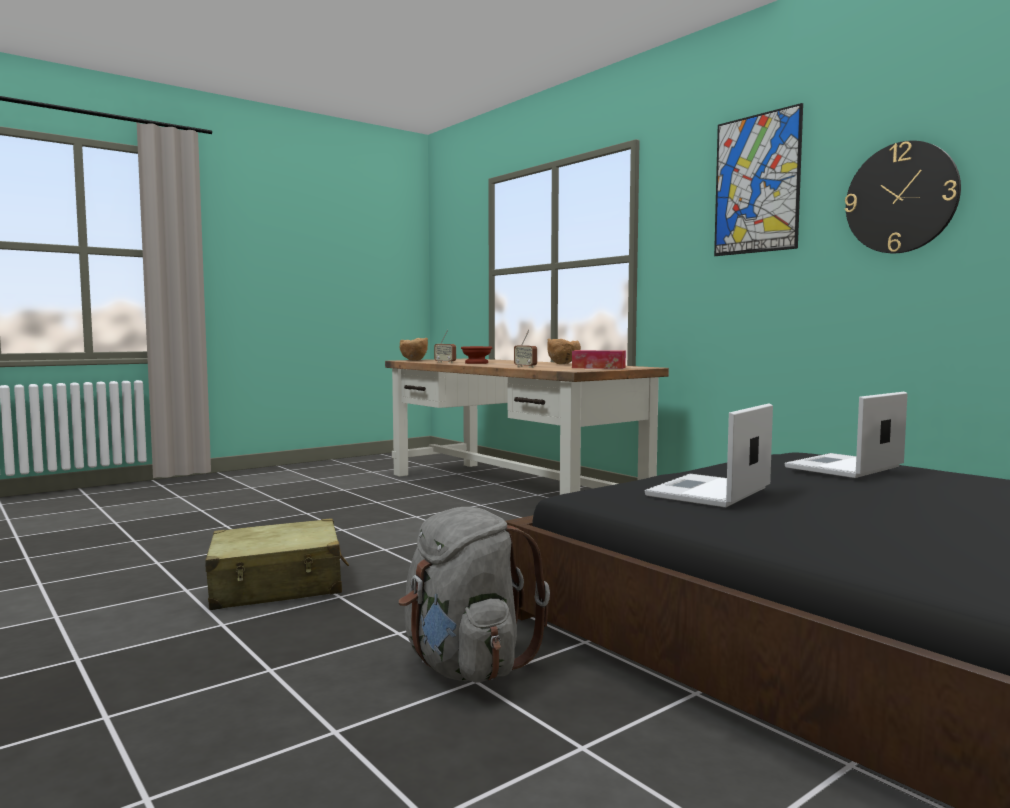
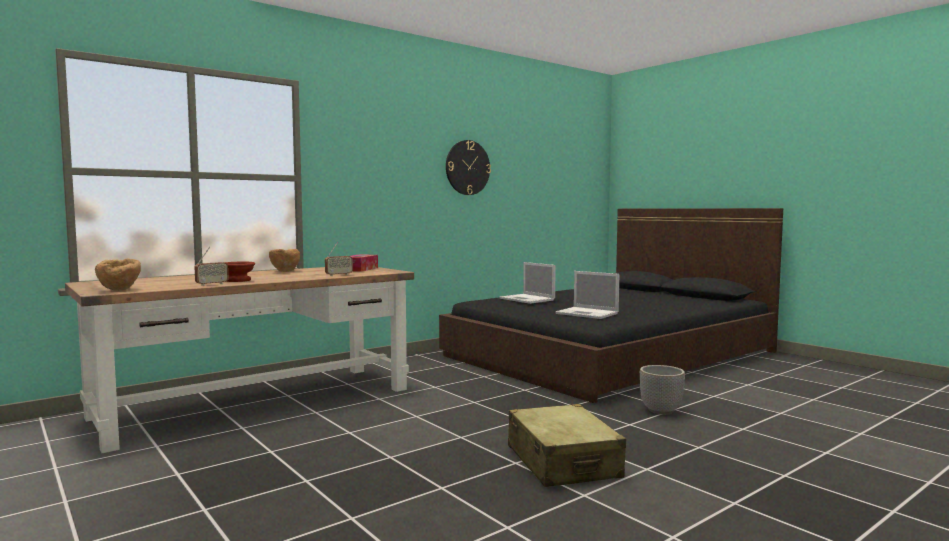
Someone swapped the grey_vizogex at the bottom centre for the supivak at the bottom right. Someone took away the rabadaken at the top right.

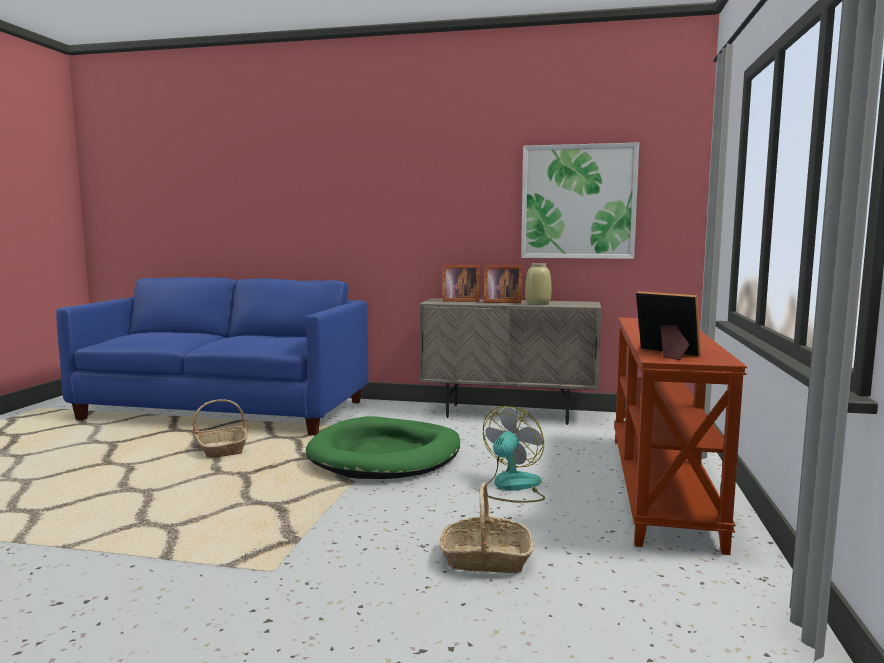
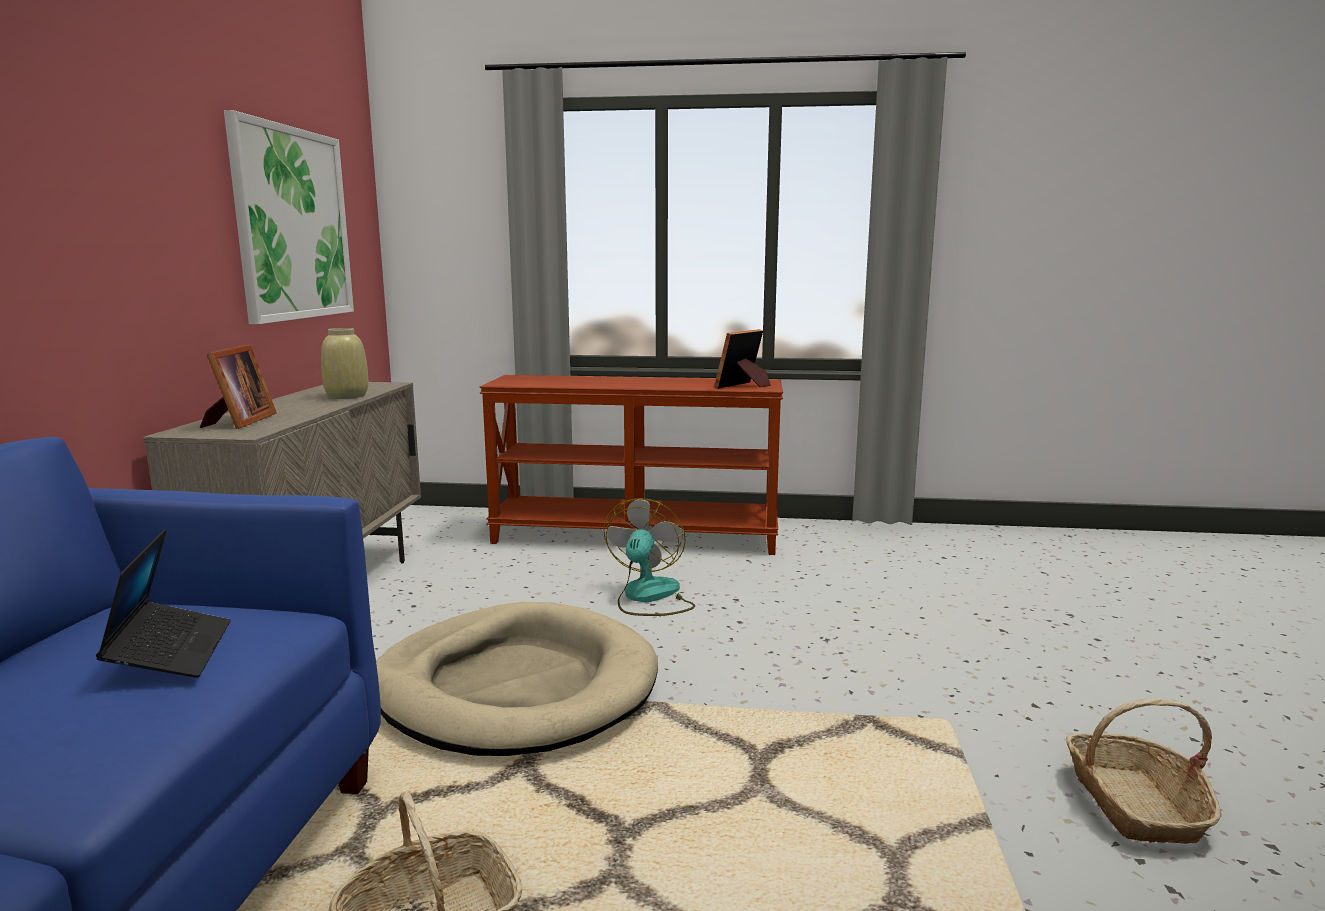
Someone put down the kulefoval at the middle left. Someone repainted the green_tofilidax at the bottom centre, which became the beige_tofilidax at the bottom centre. Someone rotated the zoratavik at the bottom centre by 75 degrees clockwise. Someone carried the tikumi (no. 2 from left) from the bottom centre to the bottom right. Someone took away the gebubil (no. 2 from left) at the centre.

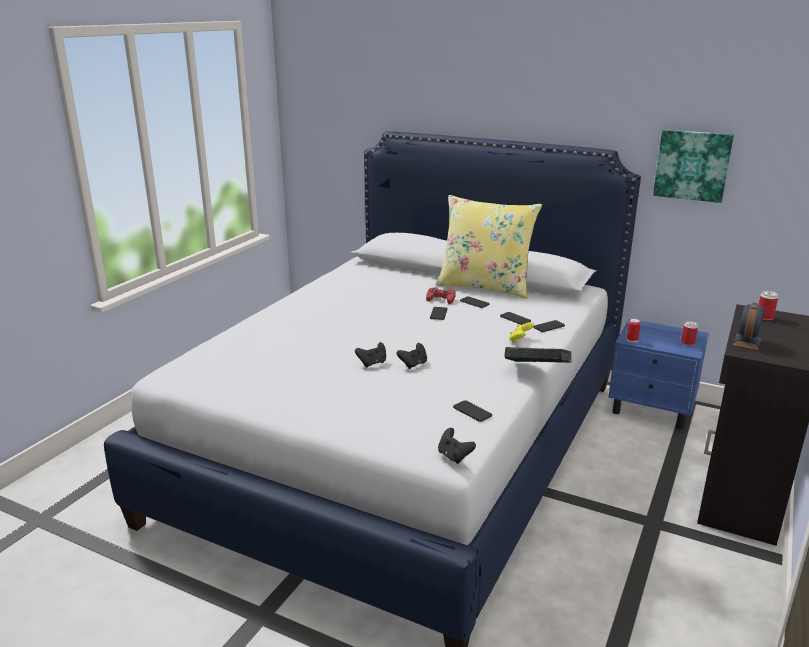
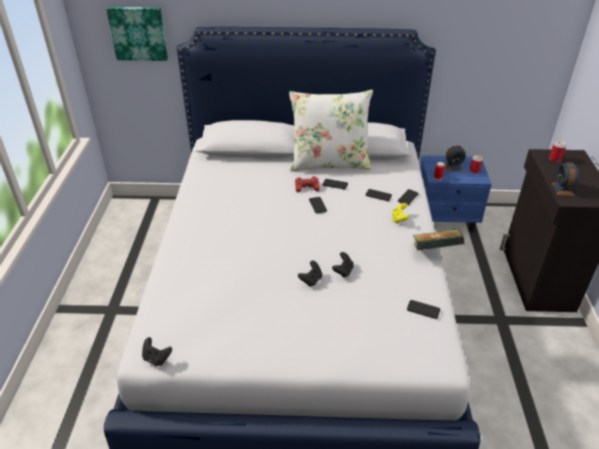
Someone carried the rabadaken from the top right to the top left. Someone carried the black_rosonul (no. 3 from left in the first image) from the bottom centre to the bottom left. Someone repainted the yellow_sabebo at the centre, which became the white_sabebo at the top centre. Someone put down the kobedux (no. 1 from left) at the middle right.

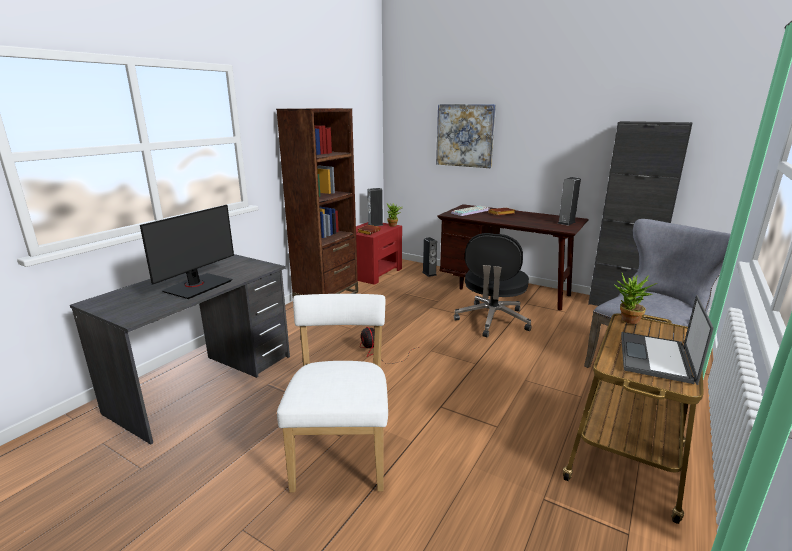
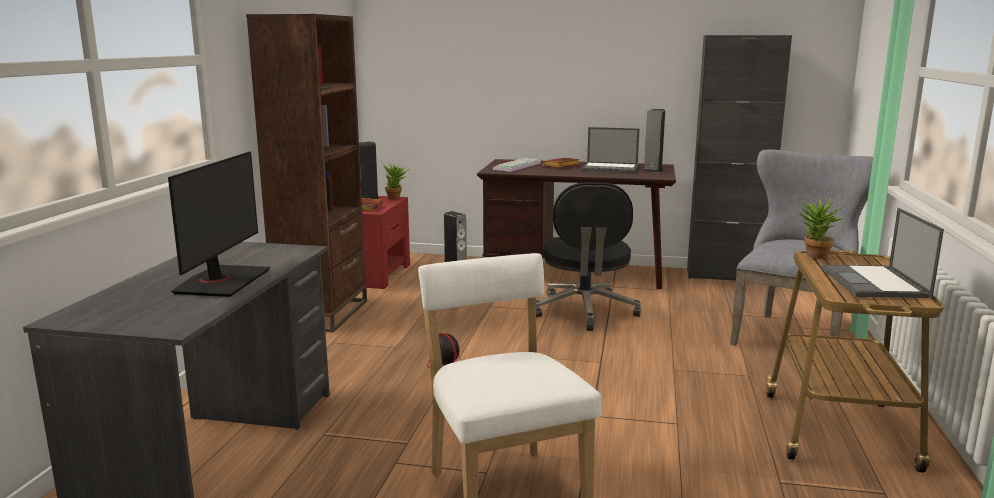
Someone put down the kulefoval (no. 1 from left) at the top centre. Someone took away the rabadaken at the top centre.

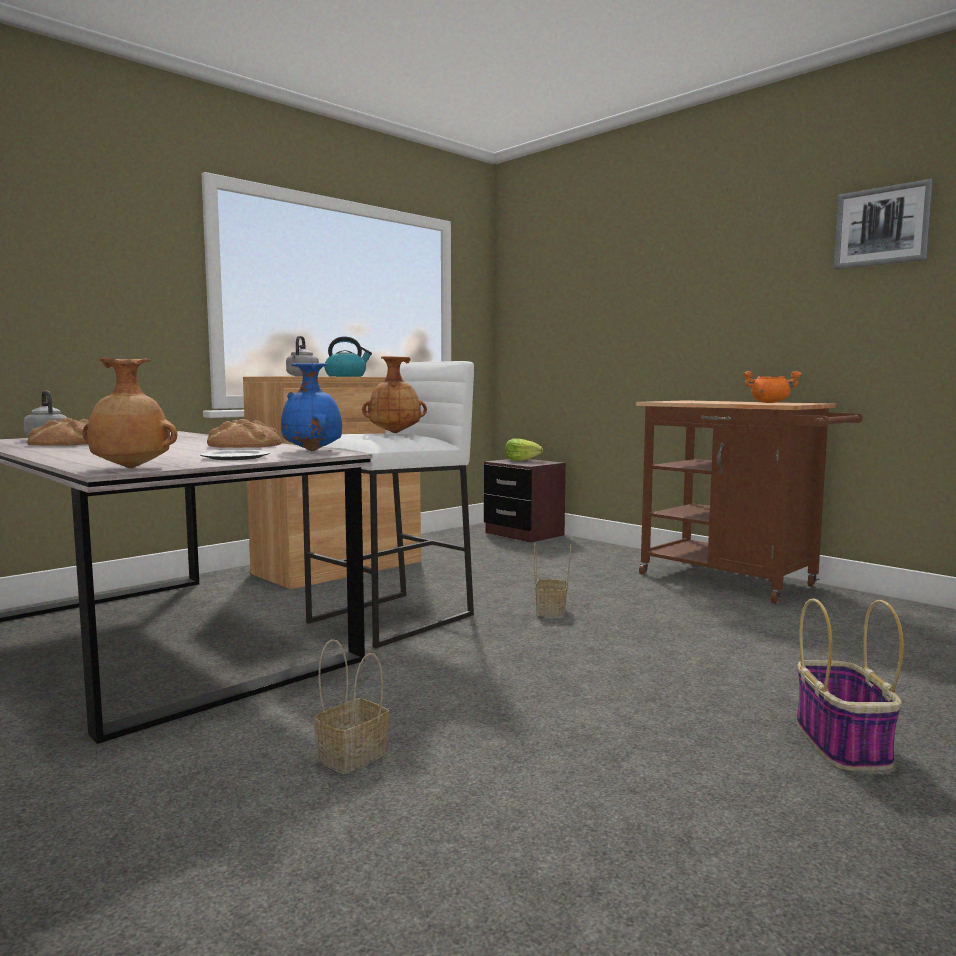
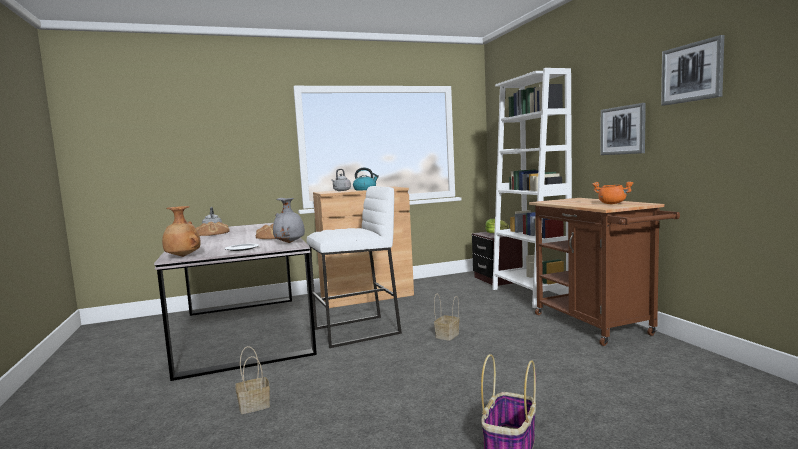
Someone repainted the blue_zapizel at the middle left, which became the grey_zapizel at the centre. Someone put down the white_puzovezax at the middle right. Someone put up the rabadaken (no. 1 from left) at the top right. Someone took away the brown_zapizel (no. 2 from left) at the centre.

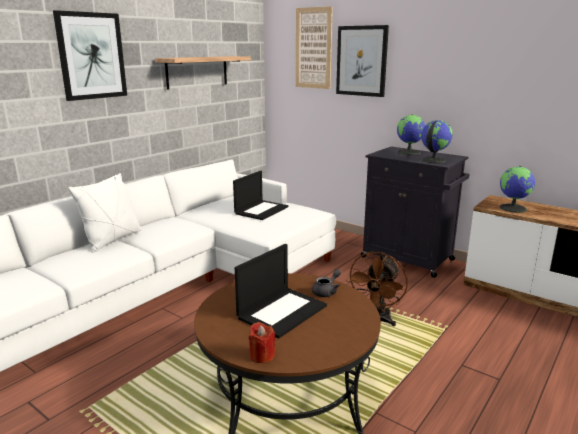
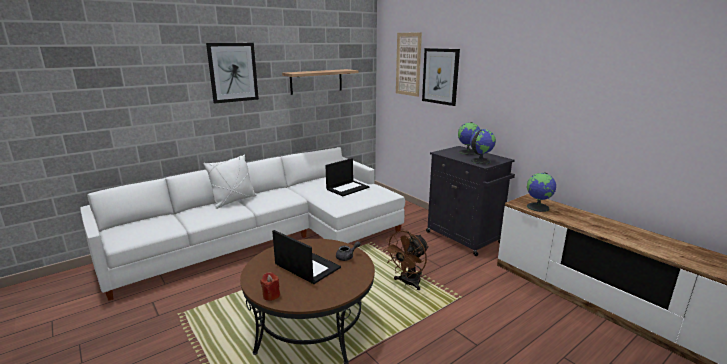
Someone rotated the kulefoval (no. 2 from left in the first image) at the bottom centre by 105 degrees counterclockwise.

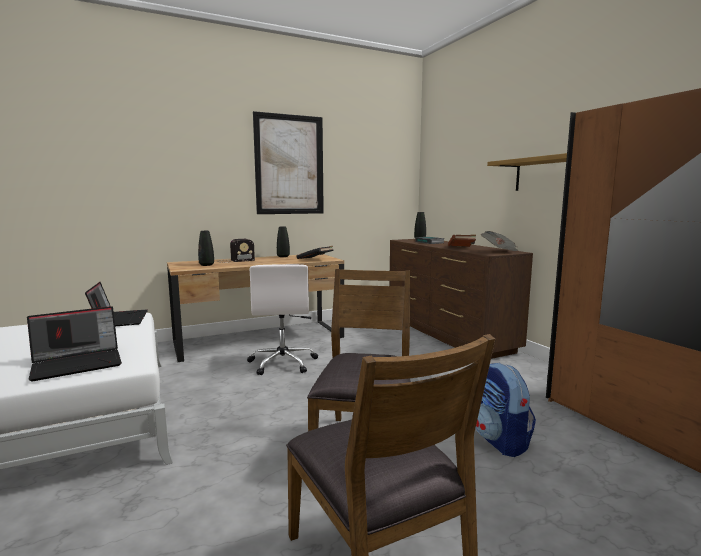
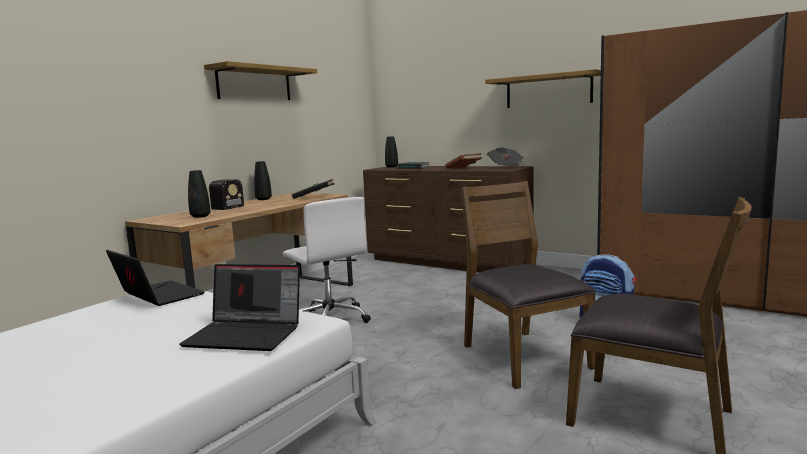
Someone rotated the kulefoval (no. 1 from left in the first image) at the middle left by 75 degrees clockwise. Someone swapped the rabadaken at the top centre for the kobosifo (no. 1 from left) at the top left.

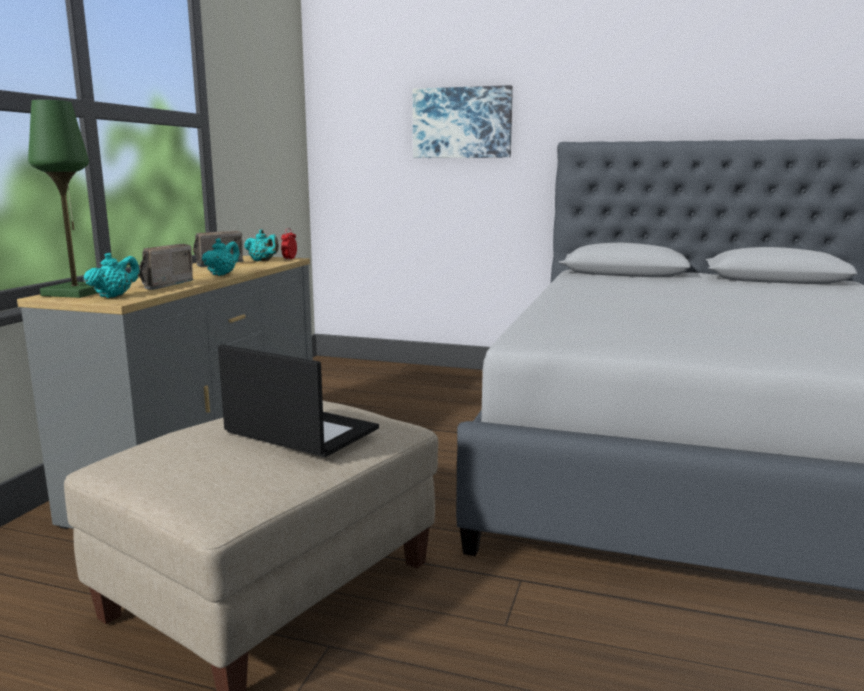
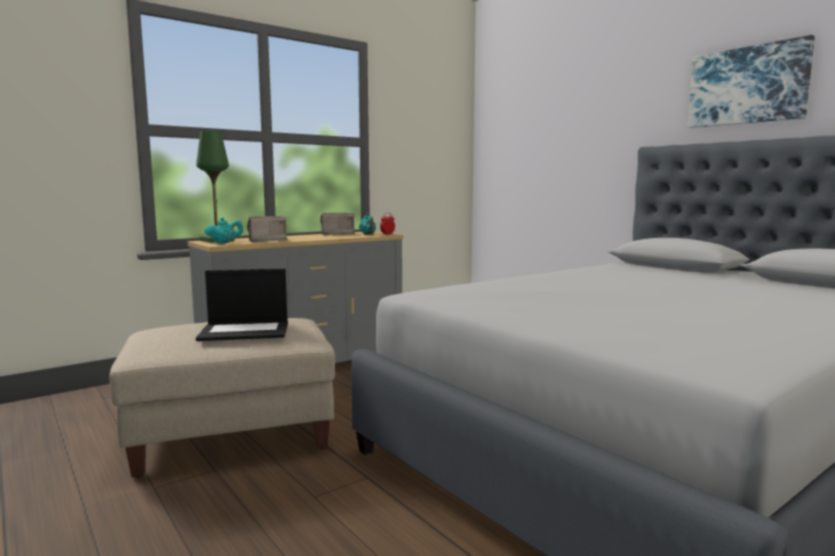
Someone rotated the kulefoval at the centre by 105 degrees clockwise. Someone carried the rabadaken from the top centre to the top right. Someone took away the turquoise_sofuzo (no. 2 from left) at the middle left.

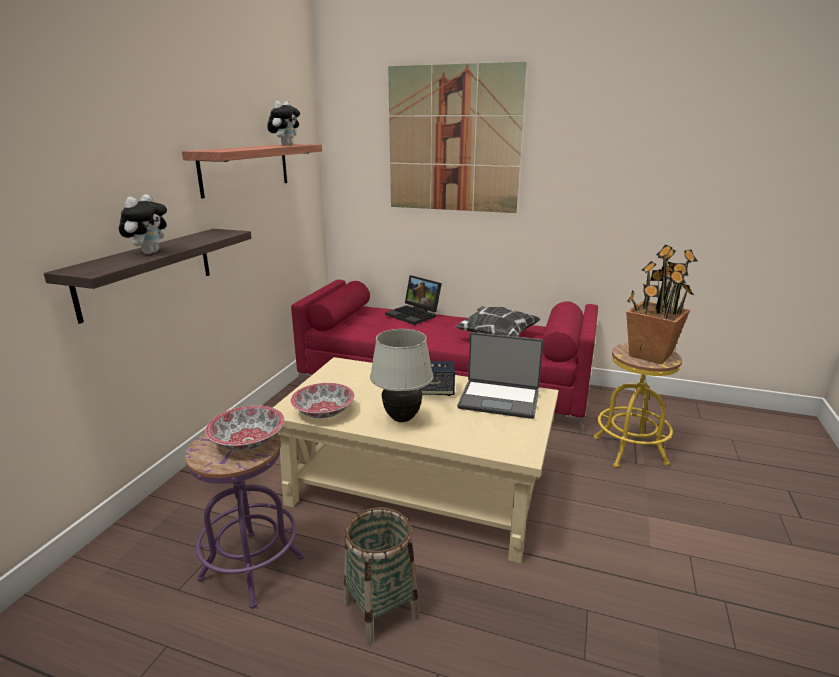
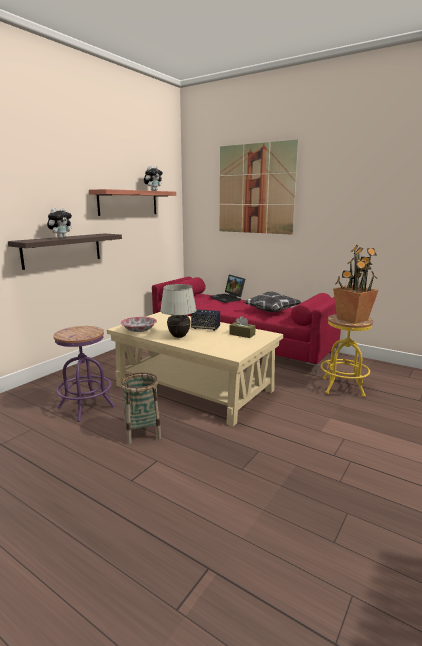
Someone swapped the kulefoval (no. 2 from left) at the centre for the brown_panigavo at the centre. Someone took away the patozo (no. 1 from left) at the middle left.

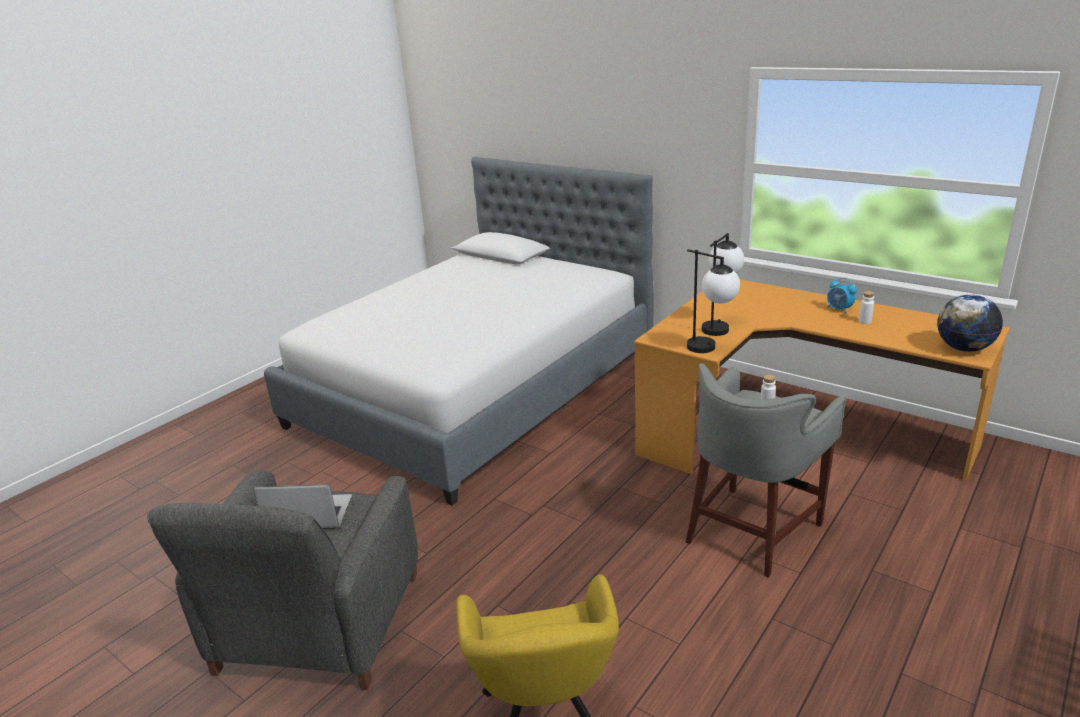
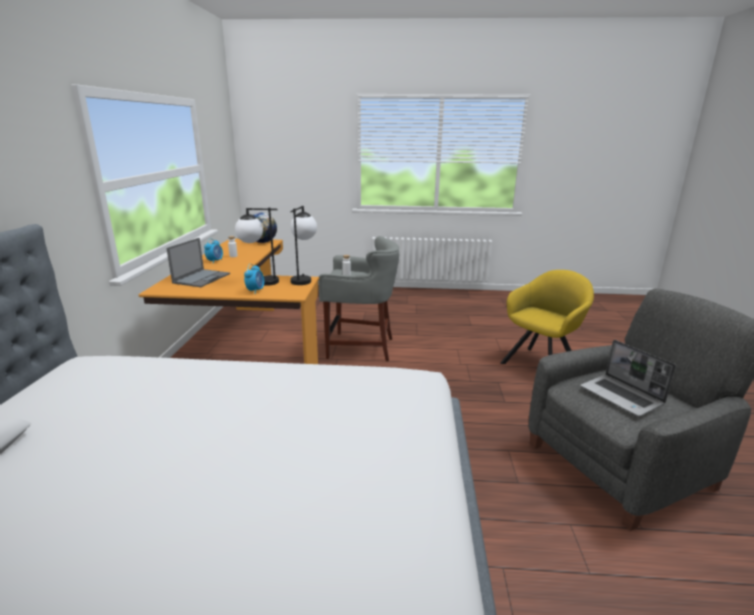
Someone put down the kulefoval (no. 1 from left) at the middle left. Someone put down the kobedux (no. 2 from left) at the centre.

